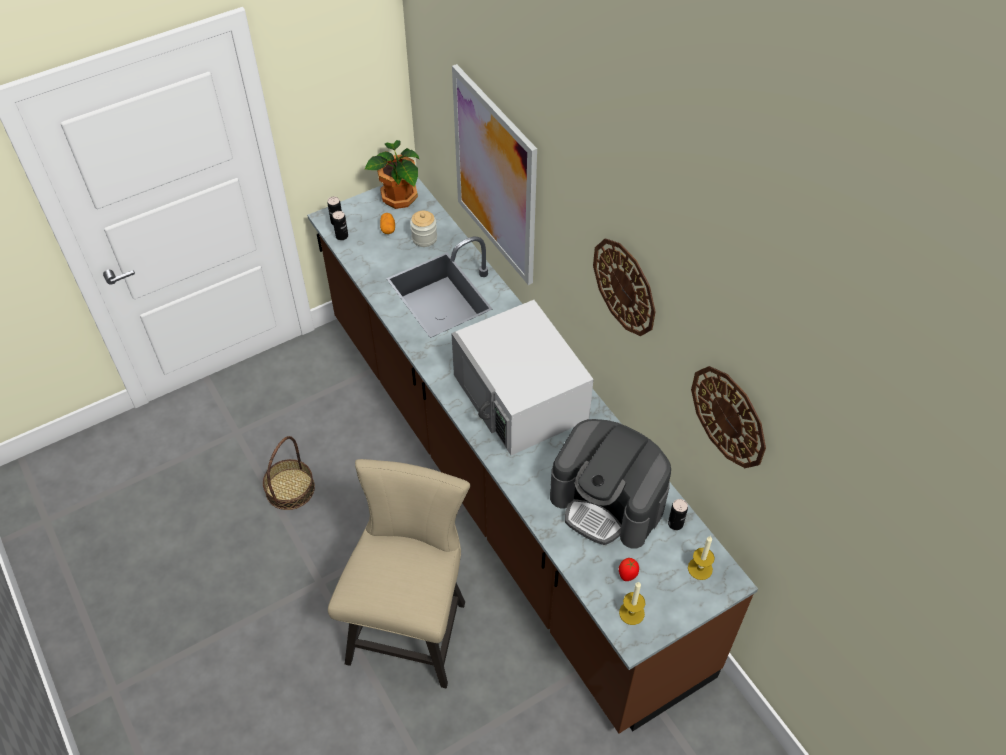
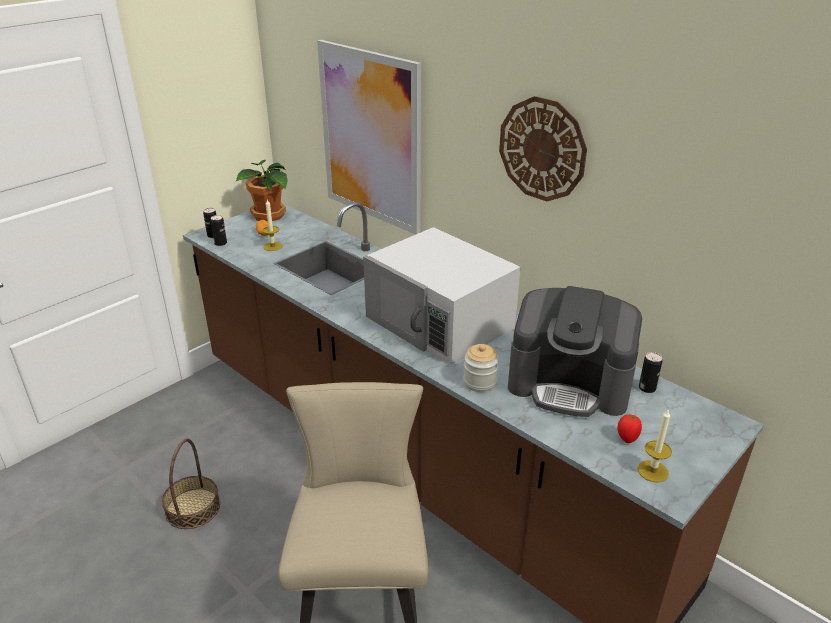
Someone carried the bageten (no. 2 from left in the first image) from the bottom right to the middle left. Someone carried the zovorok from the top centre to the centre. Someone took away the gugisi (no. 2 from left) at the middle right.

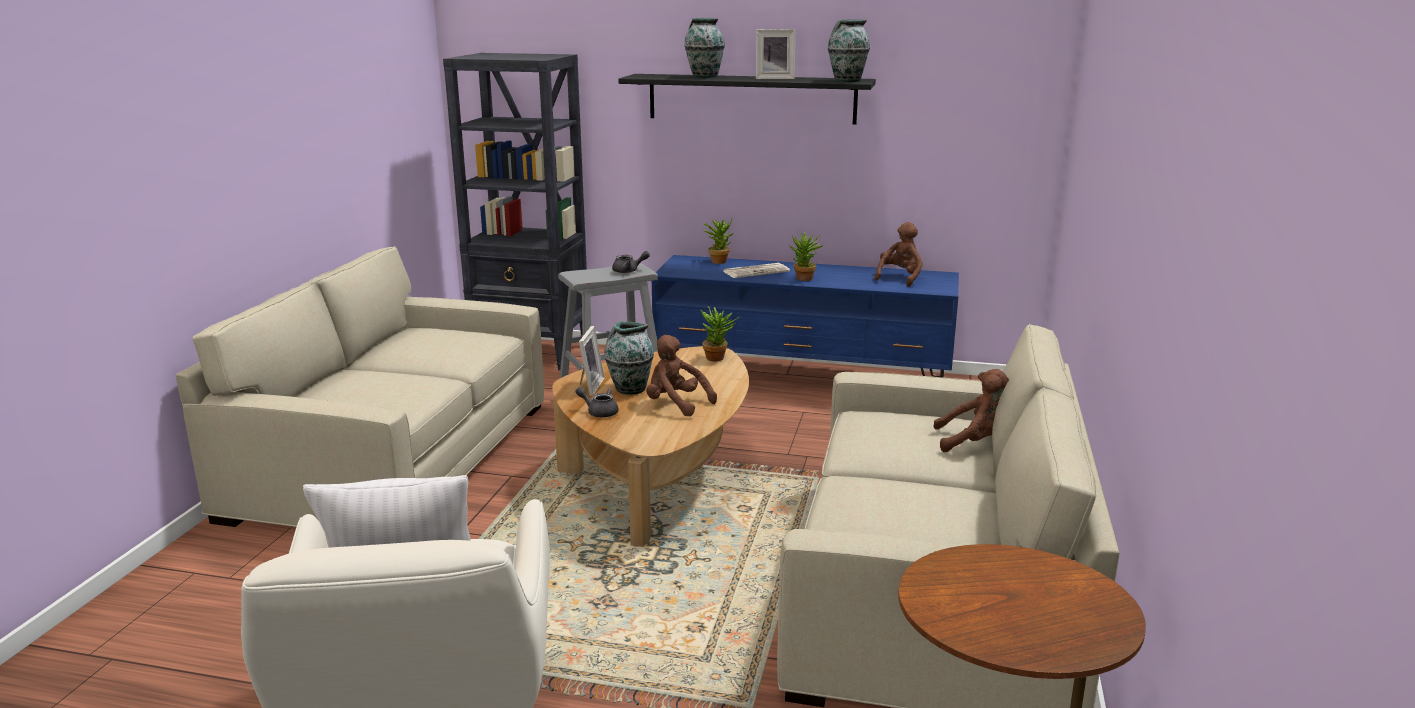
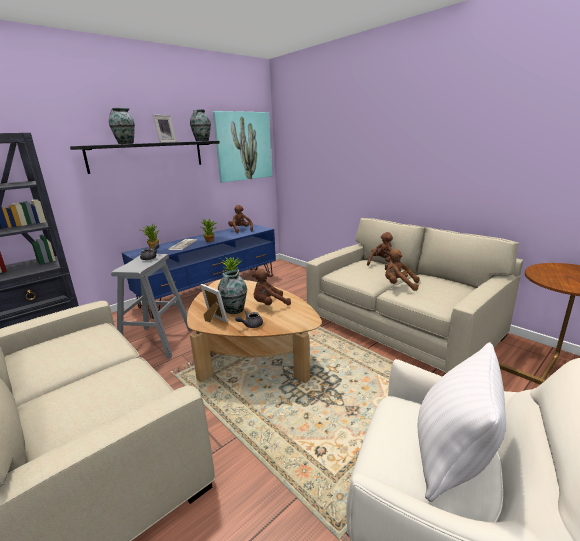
Someone put up the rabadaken at the top centre. Someone put down the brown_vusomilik (no. 4 from left) at the middle right.

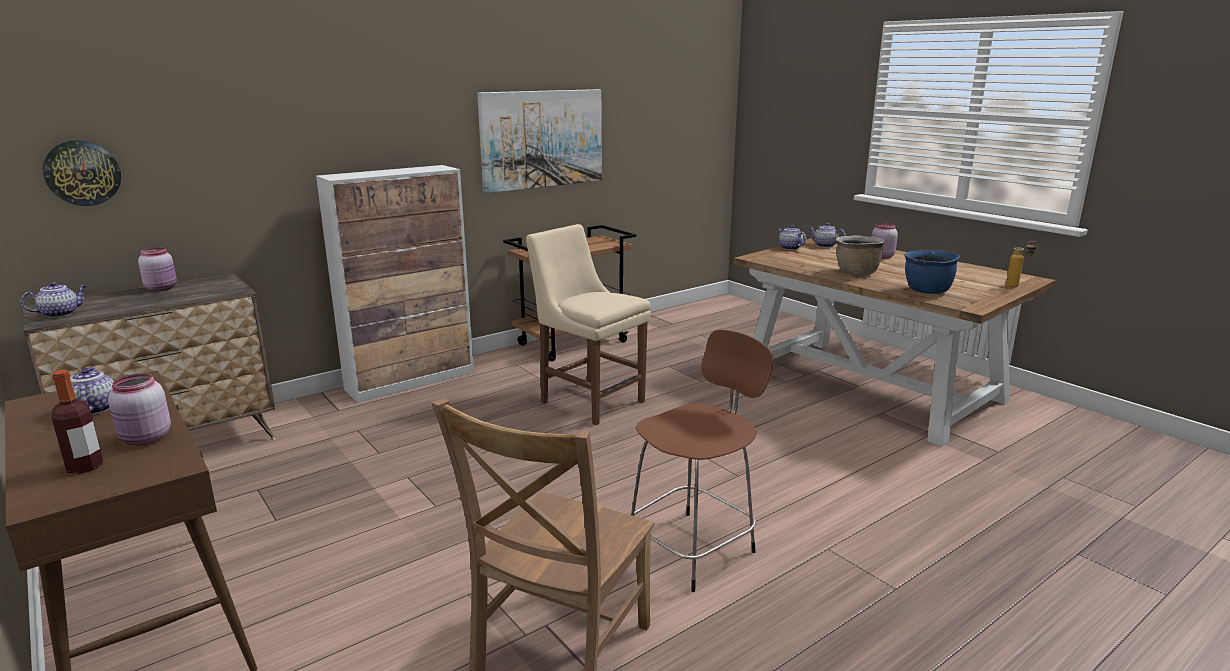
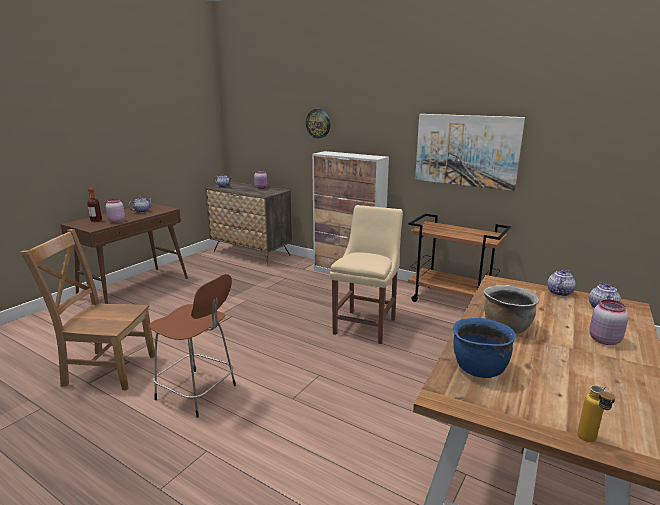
Someone carried the gugisi from the top left to the top centre.

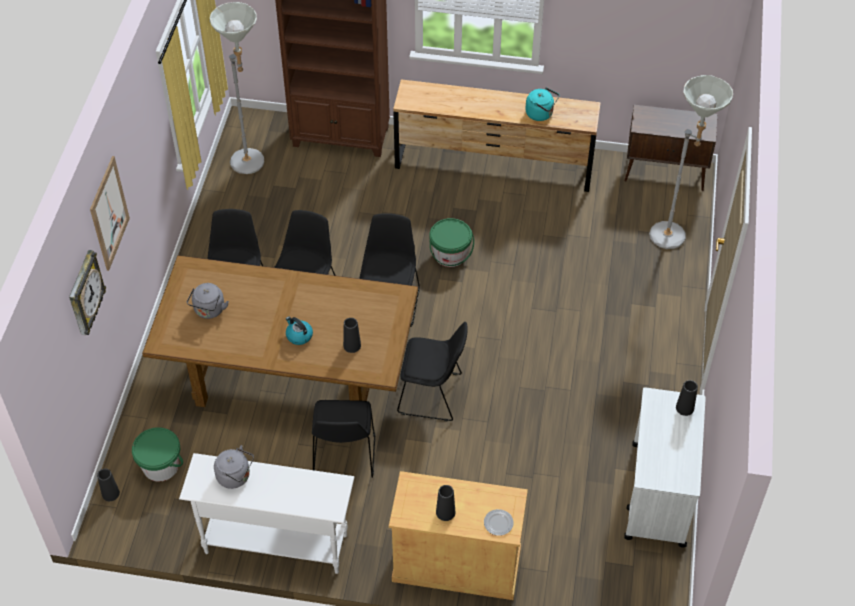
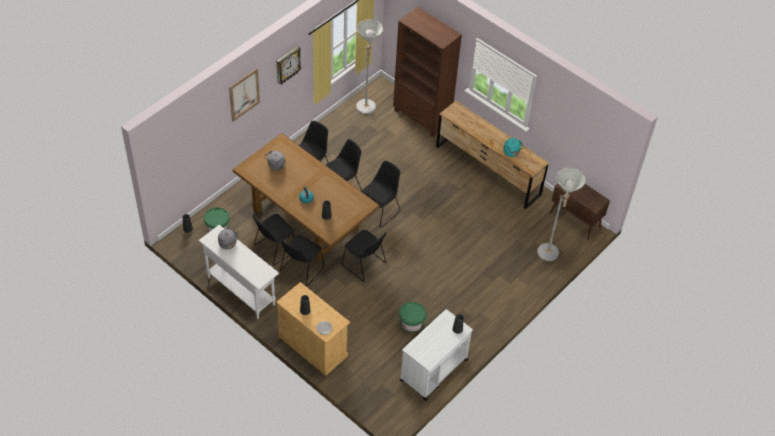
Someone put down the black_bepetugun (no. 1 from left) at the centre. Someone carried the gugisi from the middle left to the top centre. Someone carried the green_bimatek (no. 2 from left) from the centre to the bottom centre.

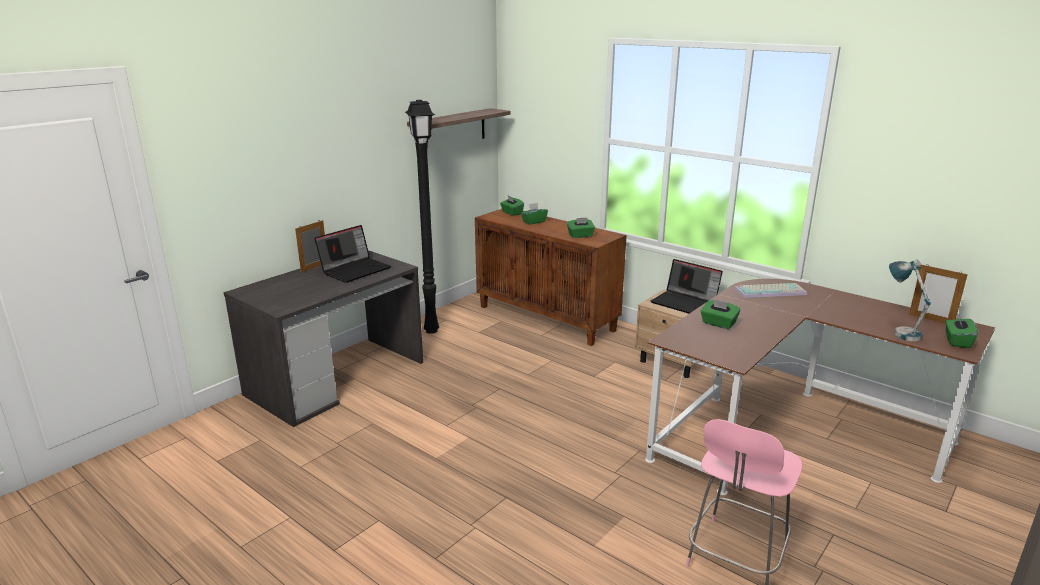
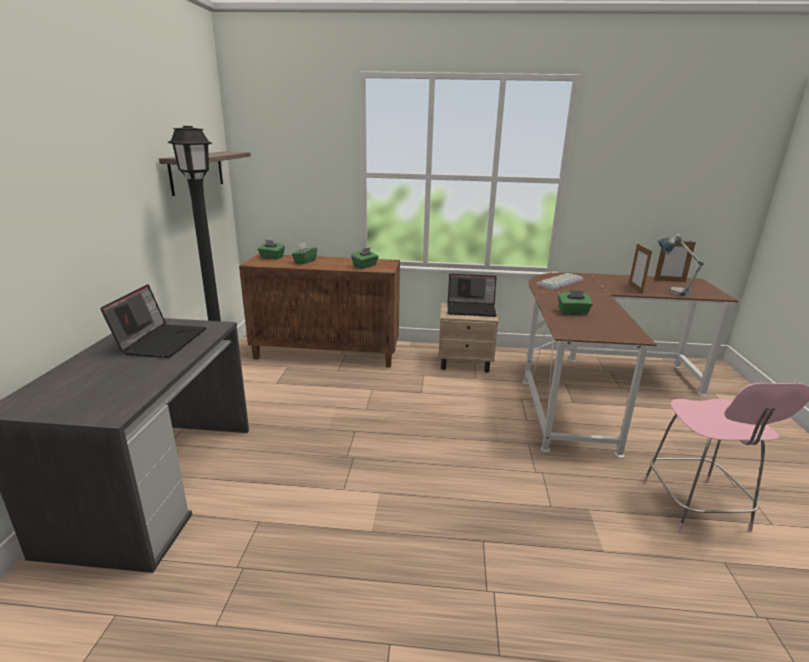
Someone carried the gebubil (no. 1 from left) from the middle left to the middle right. Someone took away the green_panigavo (no. 5 from left) at the middle right.

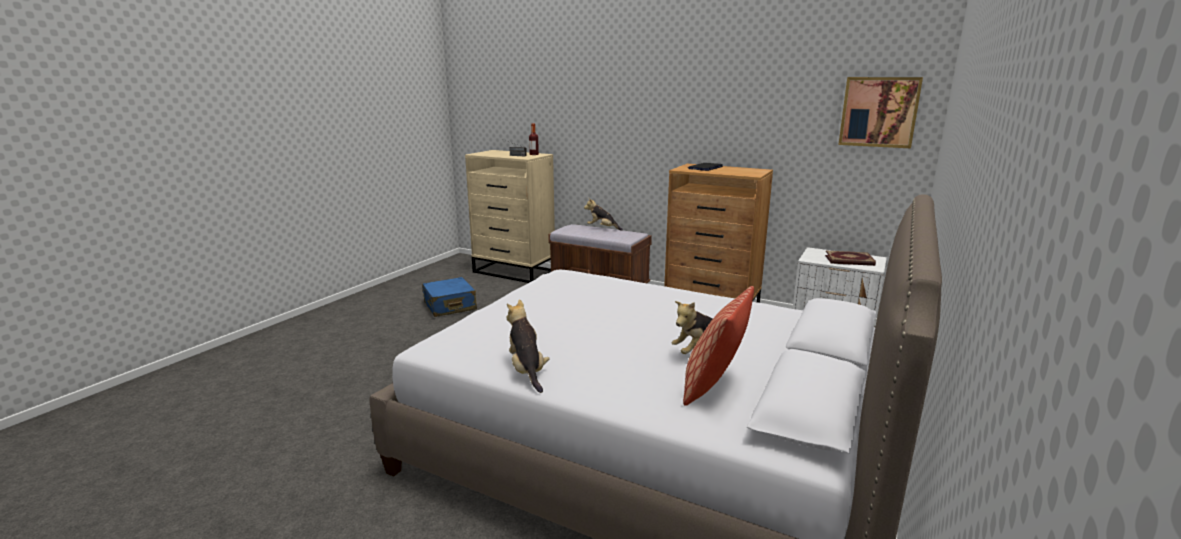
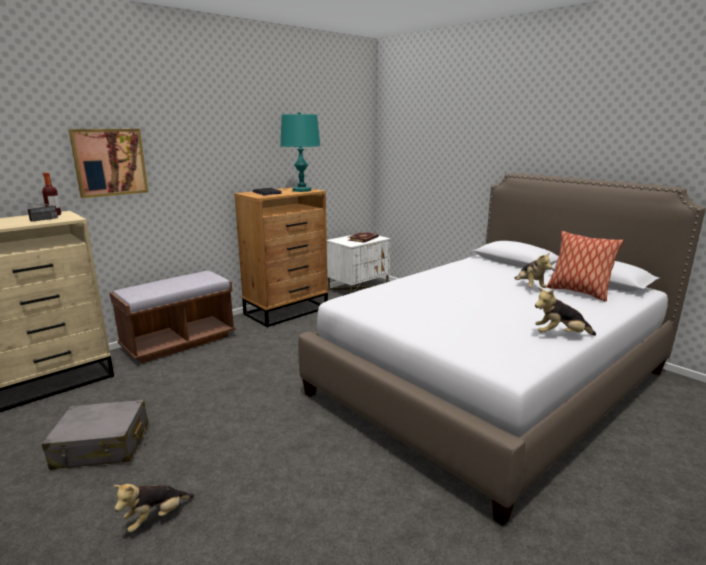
Someone repainted the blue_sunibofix at the centre, which became the grey_sunibofix at the bottom left. Someone carried the rabadaken from the top right to the top left. Someone carried the vusomilik (no. 2 from left in the first image) from the centre to the bottom left. Someone put down the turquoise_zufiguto at the top centre.

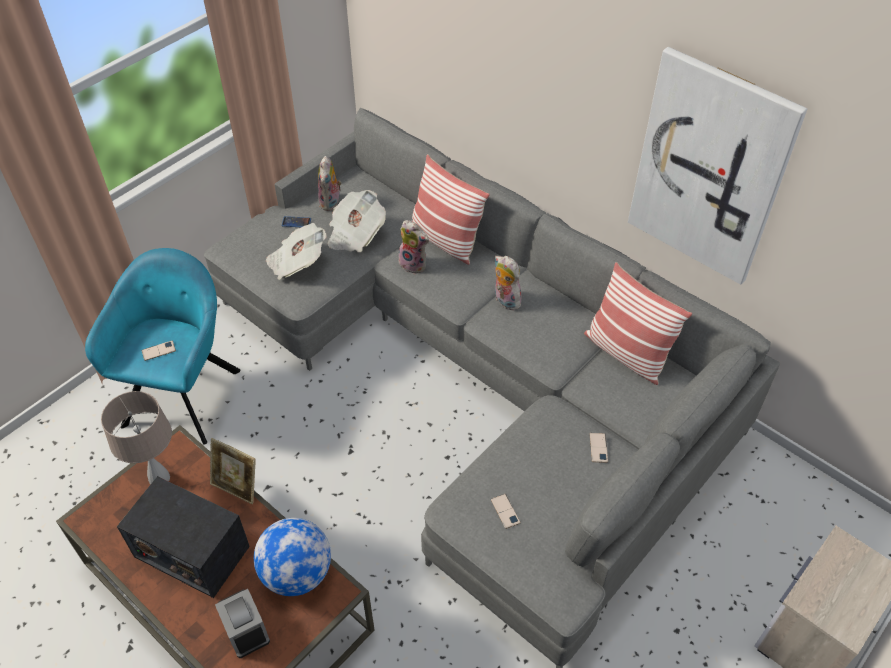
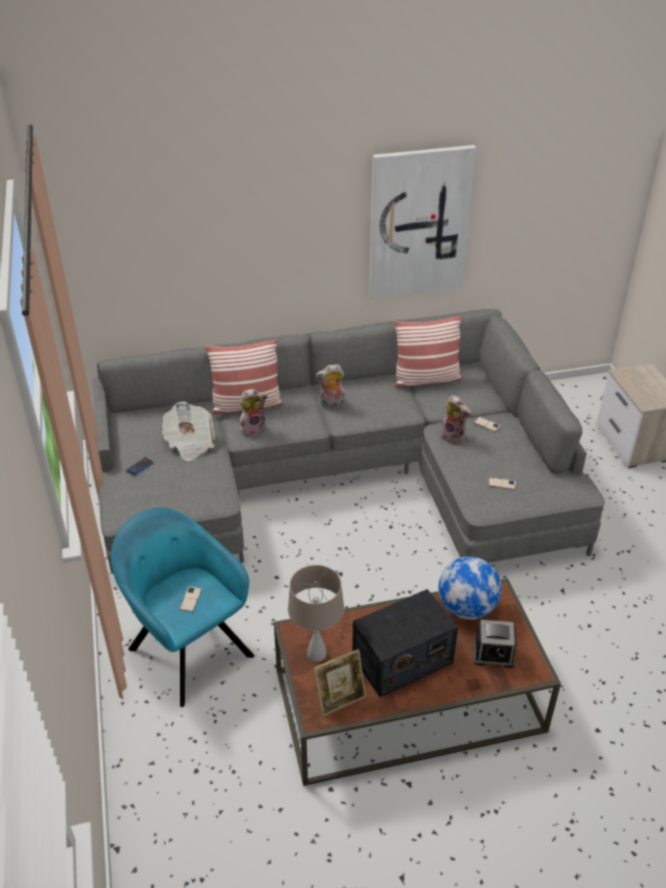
Someone carried the gebubil from the bottom left to the bottom centre. Someone carried the vusomilik (no. 1 from left in the first image) from the top centre to the middle right. Someone took away the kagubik (no. 1 from left) at the middle left.

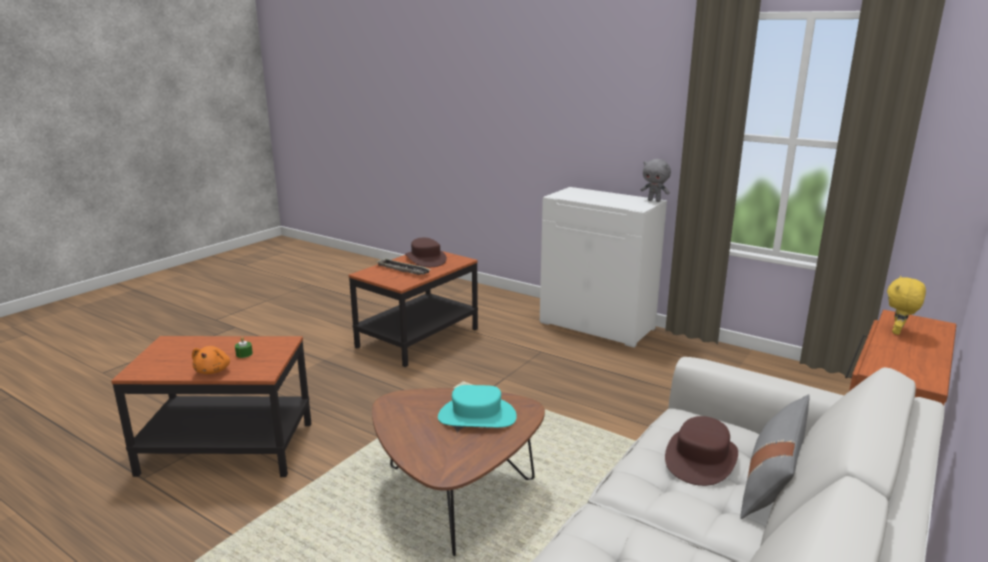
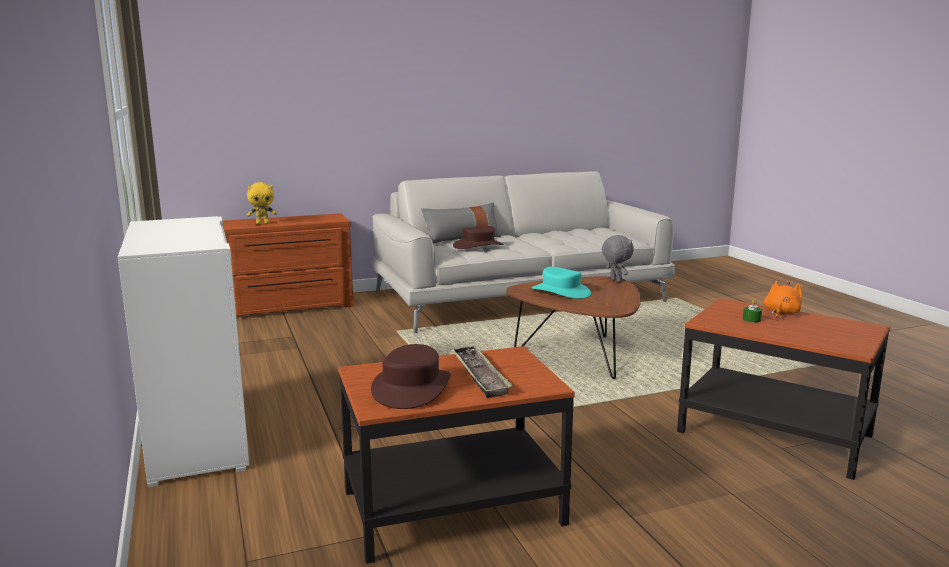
Someone carried the grey_vusomilik from the top centre to the centre.

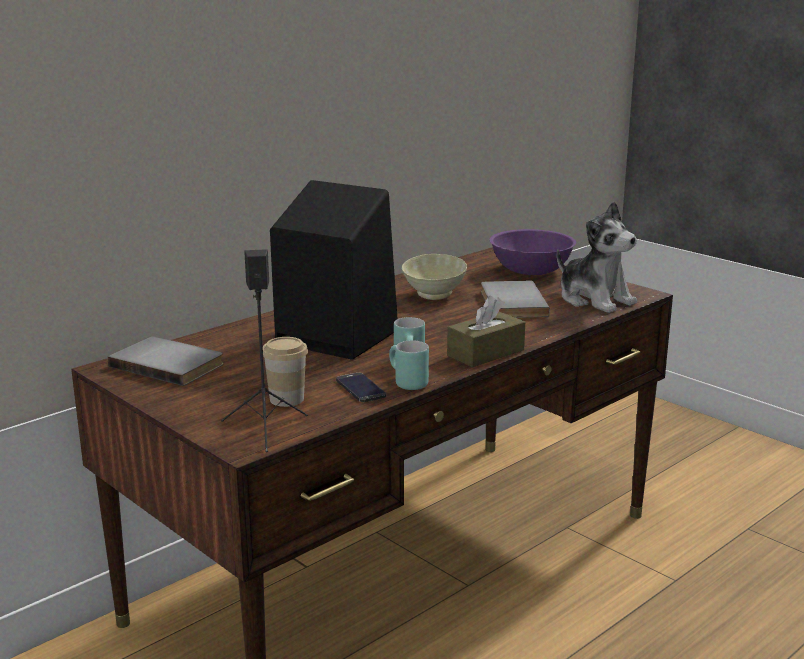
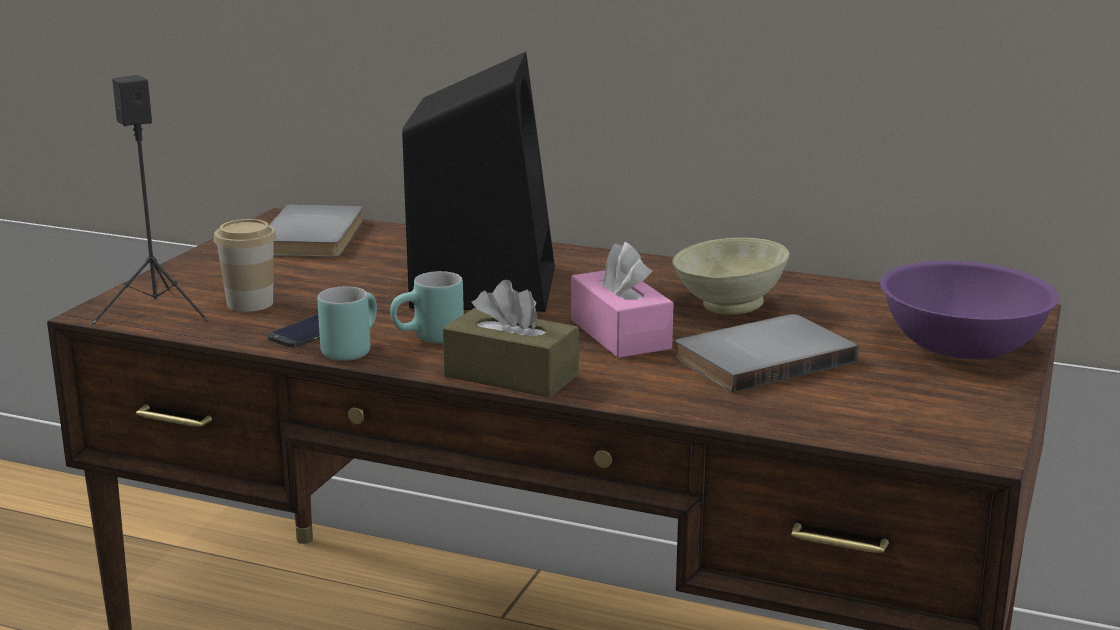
Someone put down the pink_panigavo at the centre. Someone took away the vusomilik at the middle right.

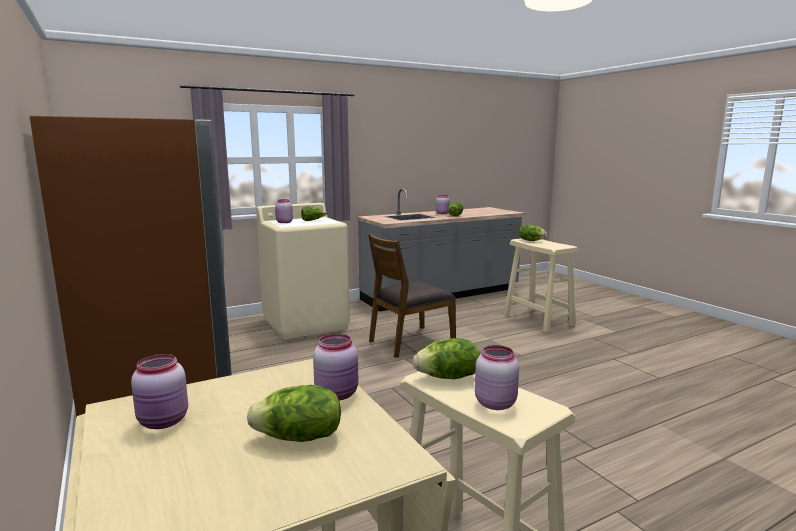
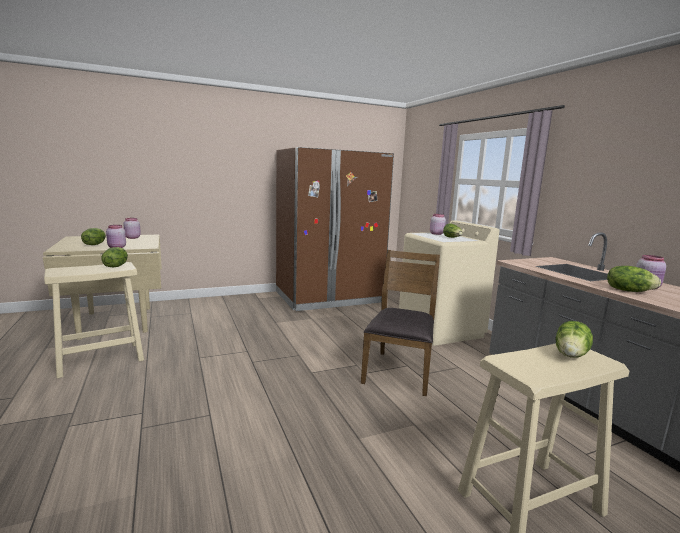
Someone rotated the brown_bepetugun at the centre by 45 degrees clockwise. Someone took away the pink_zovorok (no. 5 from left) at the bottom centre.

